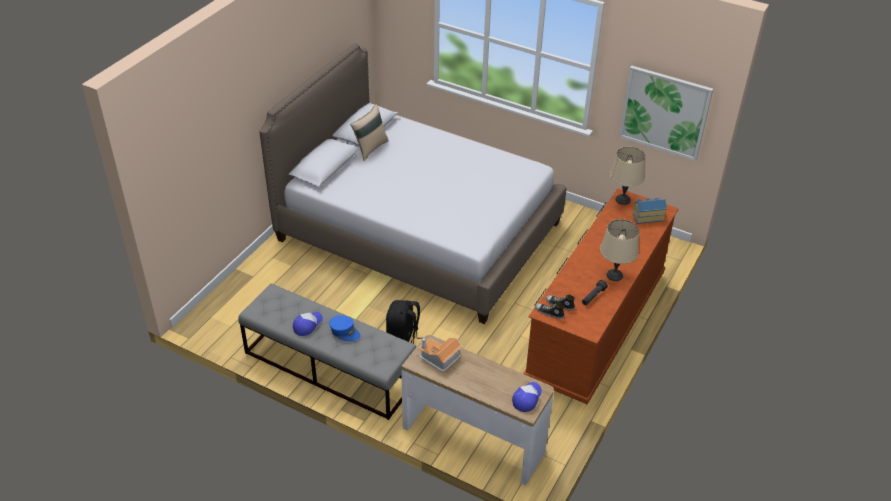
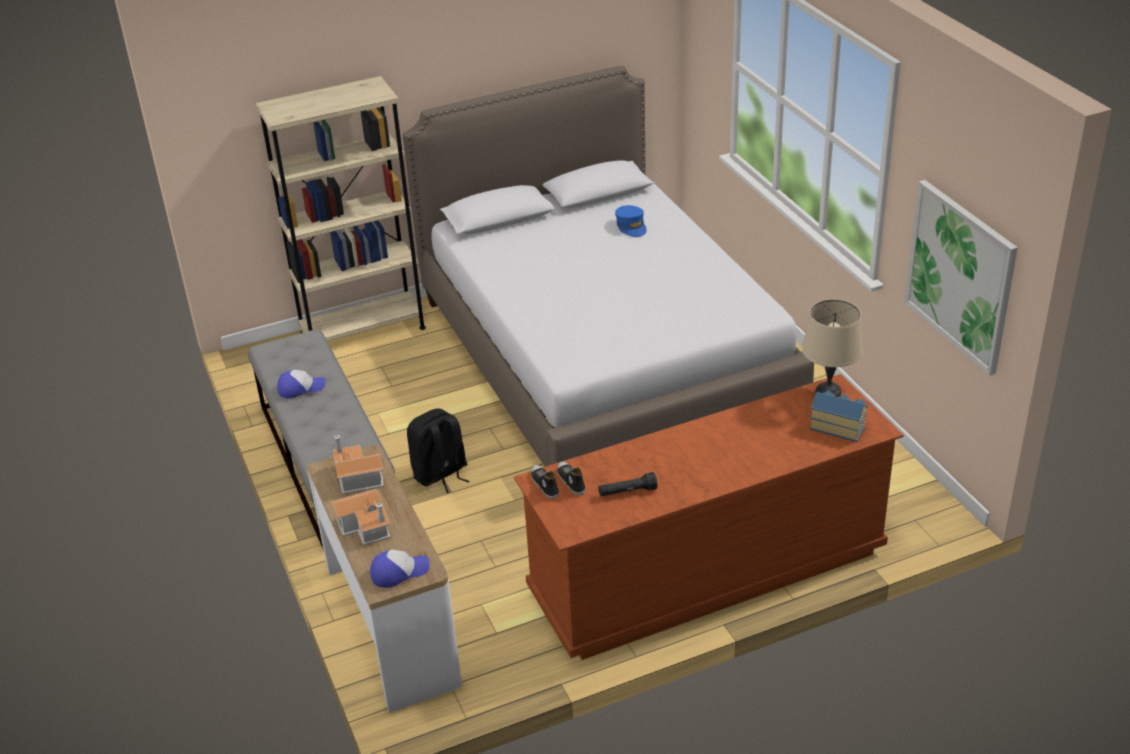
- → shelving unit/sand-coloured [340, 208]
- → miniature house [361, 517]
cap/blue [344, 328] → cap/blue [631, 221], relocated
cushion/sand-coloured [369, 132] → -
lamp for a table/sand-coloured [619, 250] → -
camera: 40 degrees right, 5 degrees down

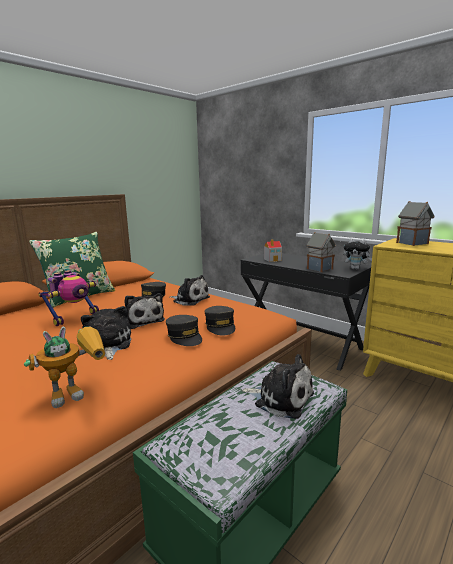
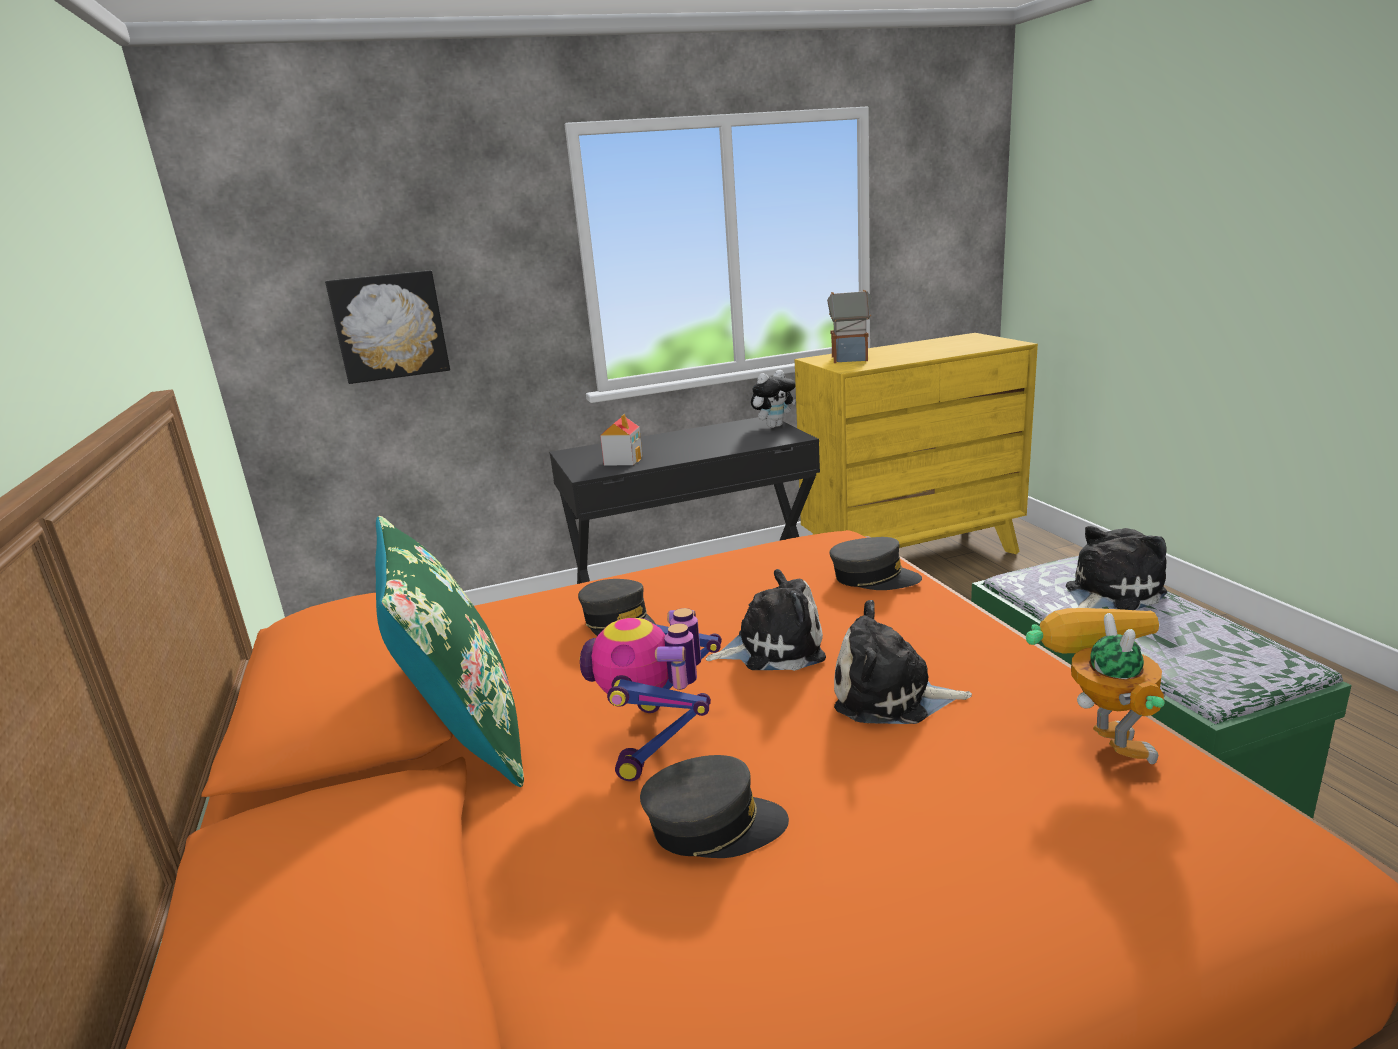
- → wall picture [387, 327]
robot figure [68, 298] → robot figure [651, 694], 150 degrees counterclockwise
cap/greyish [184, 330] → cap/greyish [714, 806], relocated
soft toy [189, 290] → -
miniature house [321, 252] → -
camera: 60 degrees left, 5 degrees up

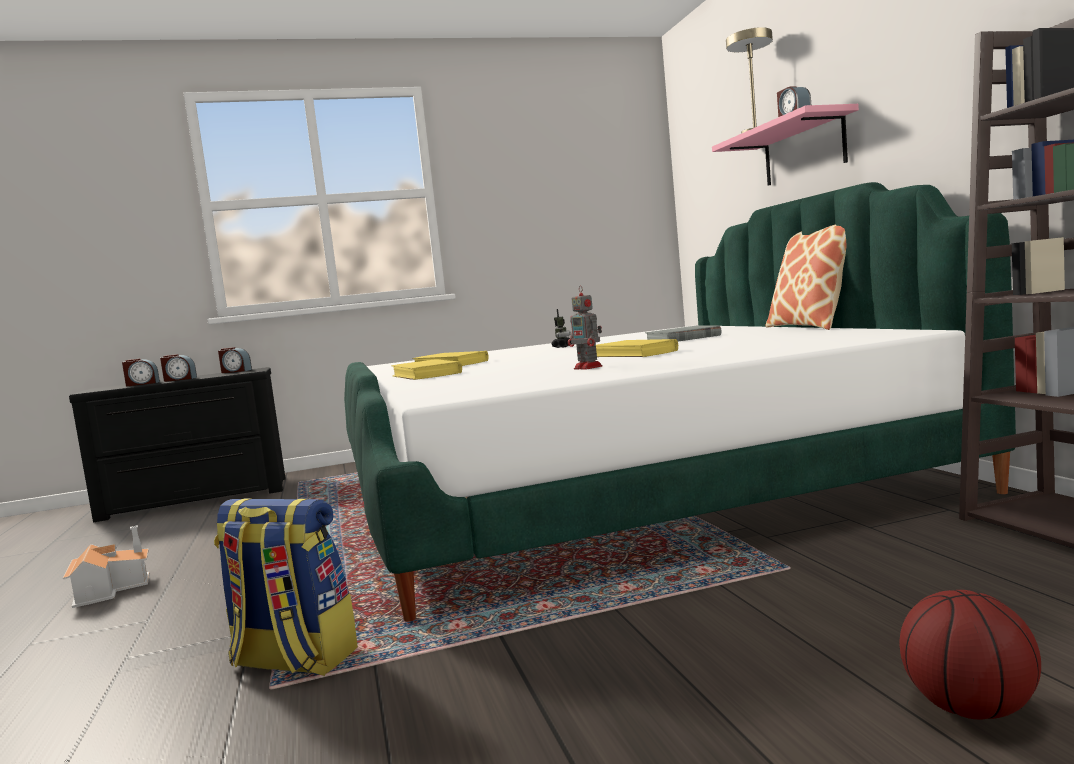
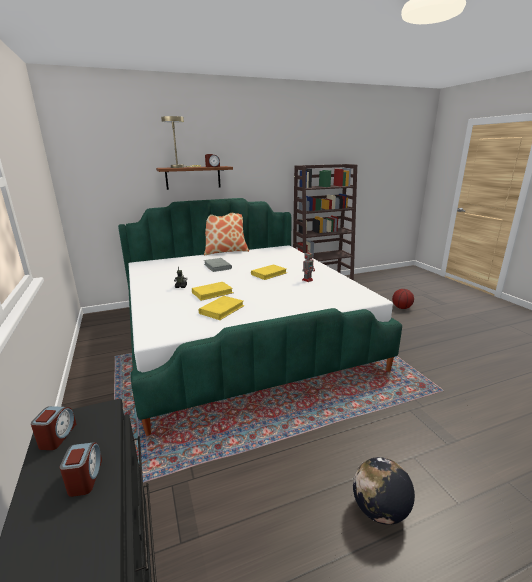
shelf/pink [785, 145] → shelf/brown-coloured [194, 178]
book/yellowish [426, 369] → book/yellowish [213, 291], relocated
miniature house [106, 566] → world globe [384, 491]
alarm clock [141, 372] → -
knapsack [286, 587] → -
camera: 95 degrees left, 15 degrees up

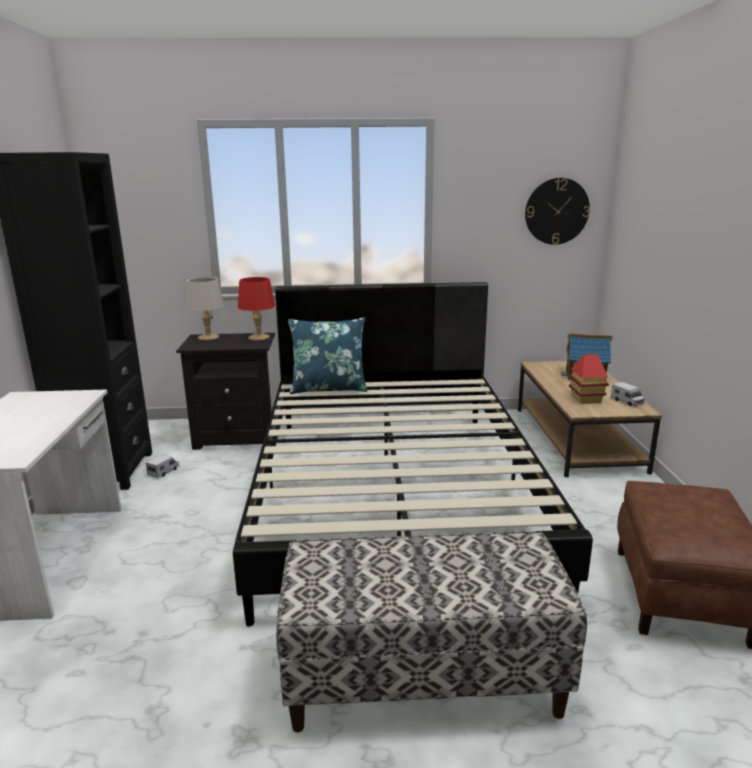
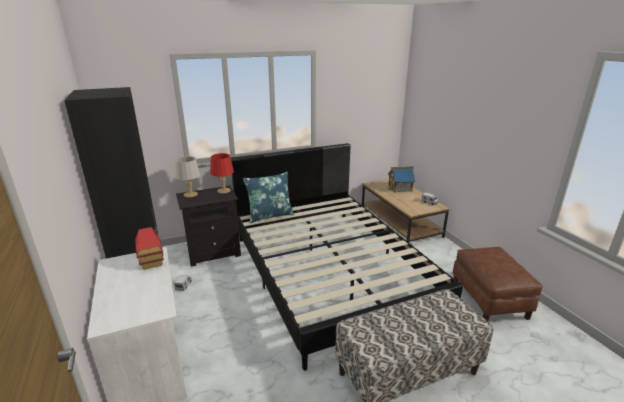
miniature house [589, 379] → miniature house [149, 248], relocated
wall clock [557, 211] → -
camera: 20 degrees left, 5 degrees up

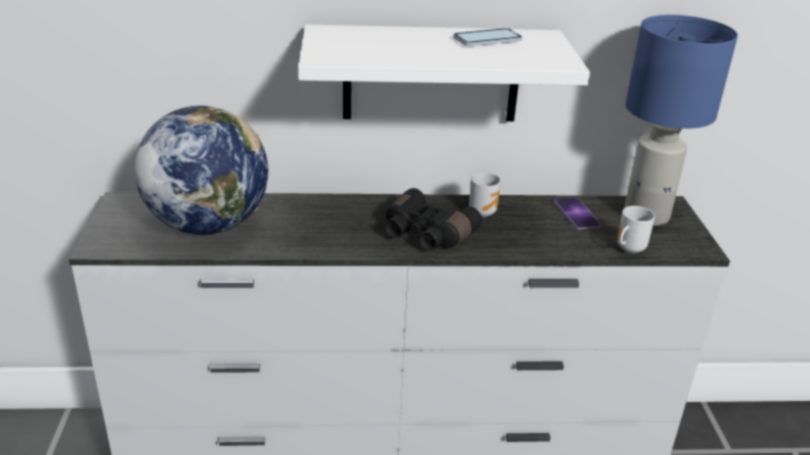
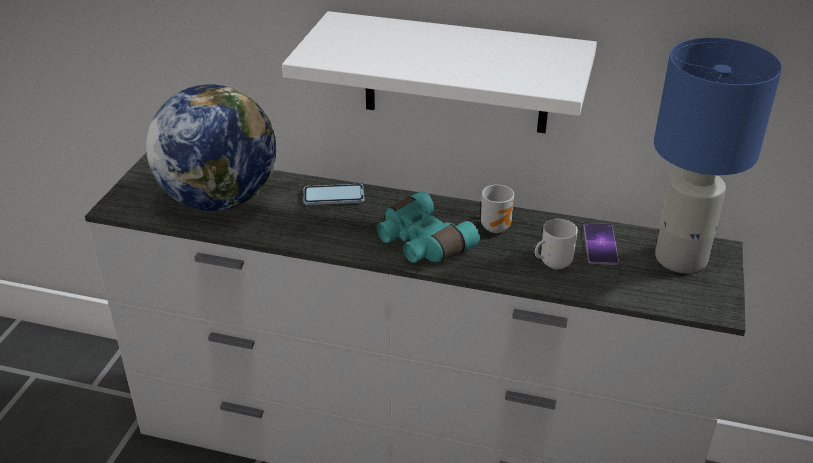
phone [487, 37] → phone [333, 194], relocated
binoculars/blackish [433, 219] → binoculars/turquoise [428, 227]
mug [636, 230] → mug [556, 244], relocated
camera: 20 degrees right, 5 degrees up

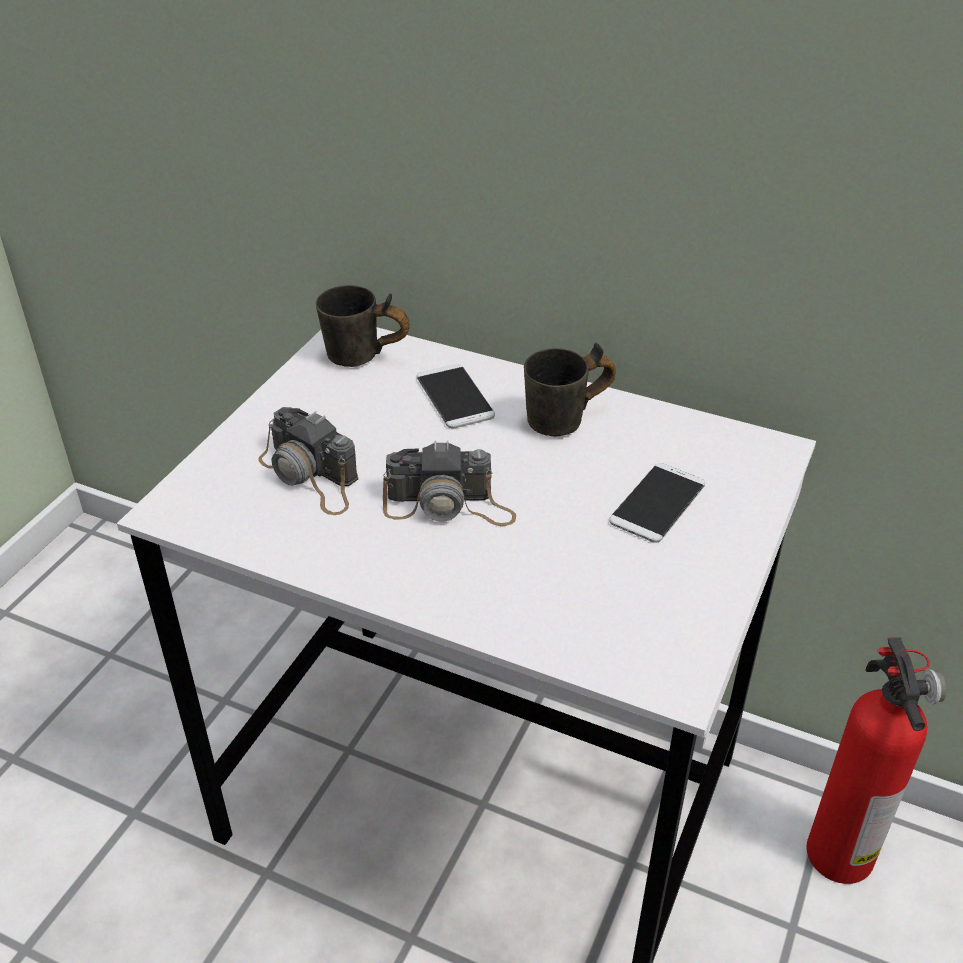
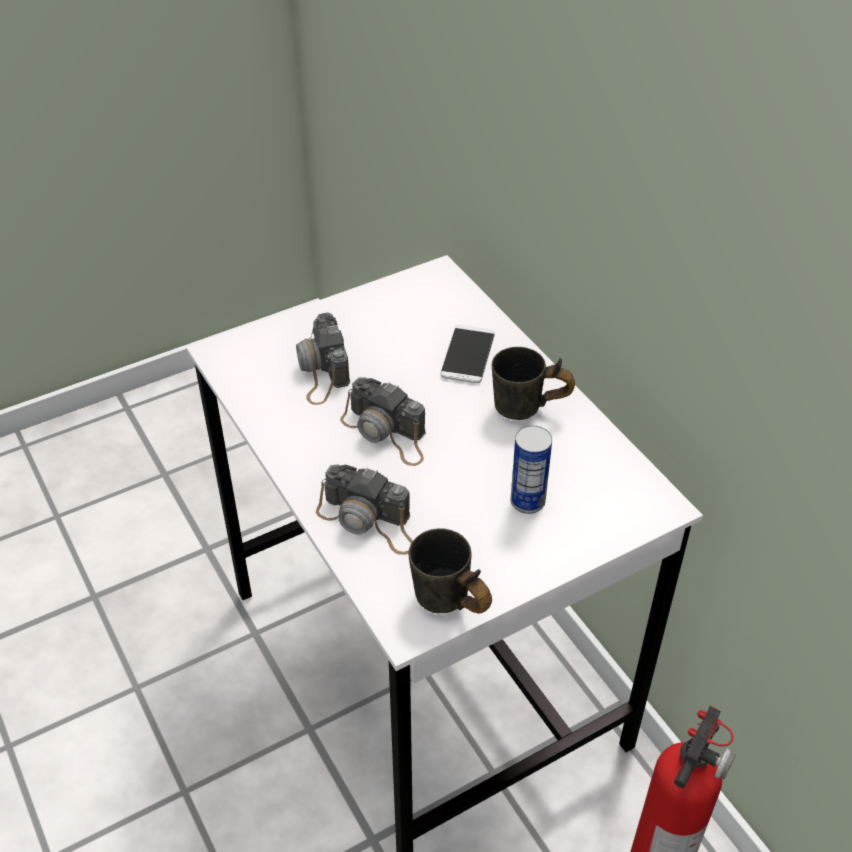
- → photo camera [364, 509]
mug/greyish [363, 326] → mug/greyish [450, 571], relocated
phone [657, 503] → can [531, 470]
camera: 35 degrees right, 5 degrees up

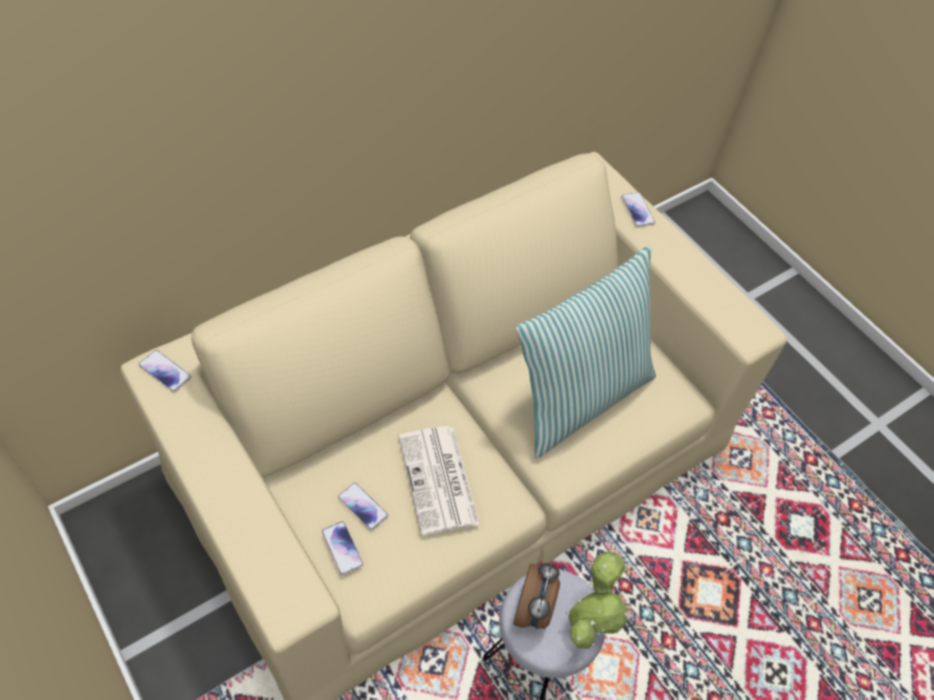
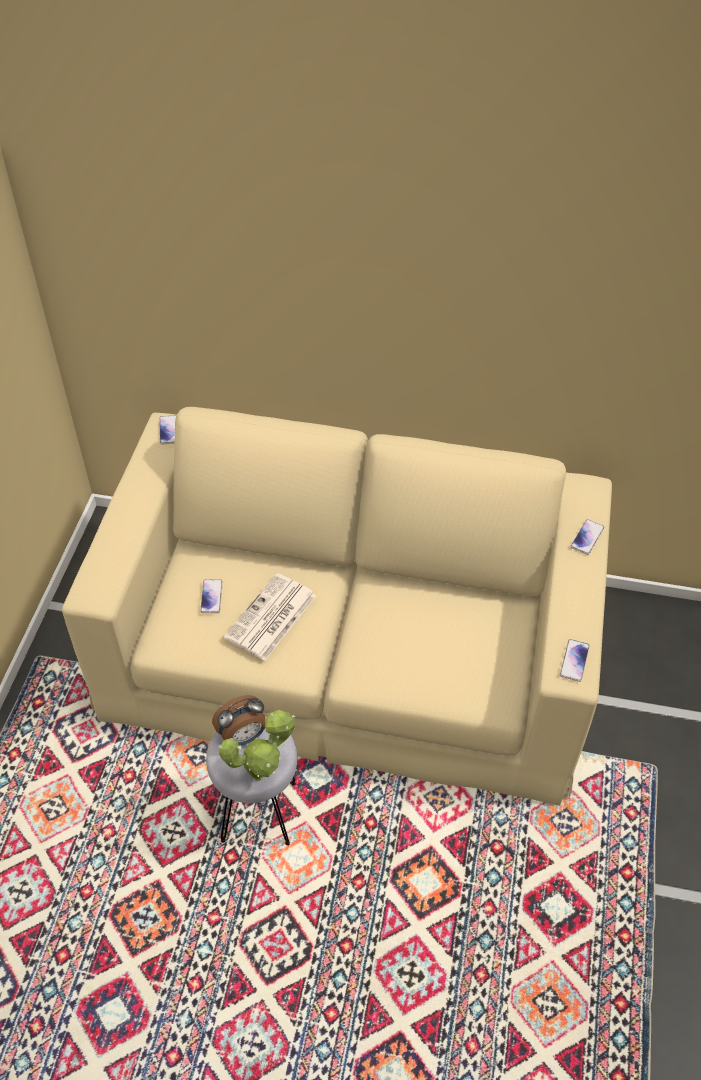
phone [342, 548] → phone [575, 660], relocated
cushion [586, 352] → -
camera: 50 degrees right, 5 degrees down

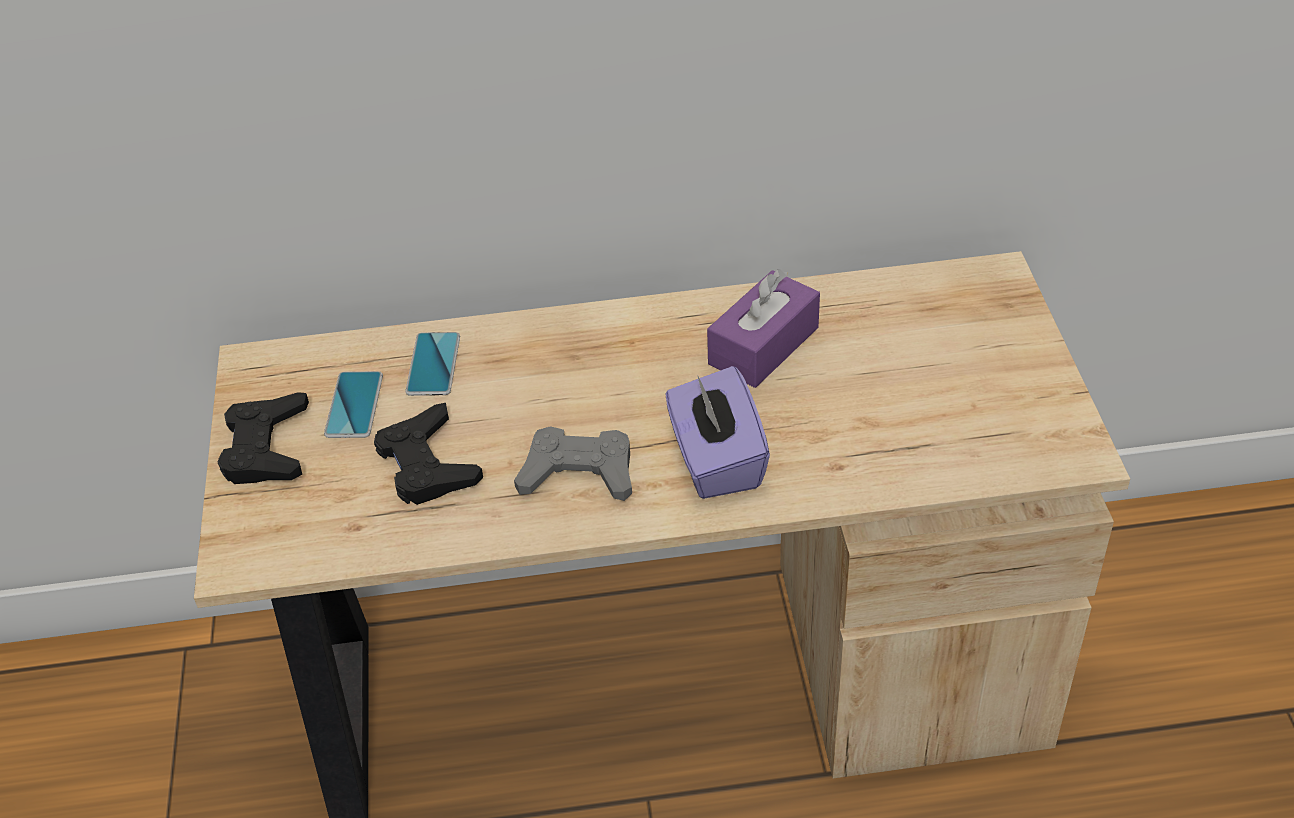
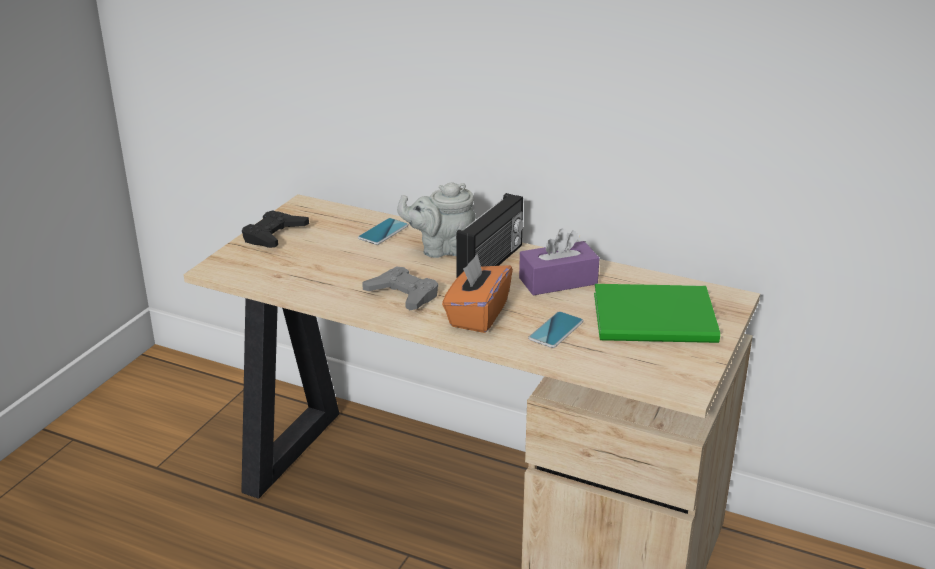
- → teapot/greyish [436, 220]
box of tissues/purple [718, 432] → box of tissues/orange [477, 293]
- → radio receiver [489, 235]
phone [353, 404] → phone [556, 329], relocated
- → book/green [657, 313]
game controller/blackish [428, 454] → -
camera: 30 degrees right, 15 degrees down

